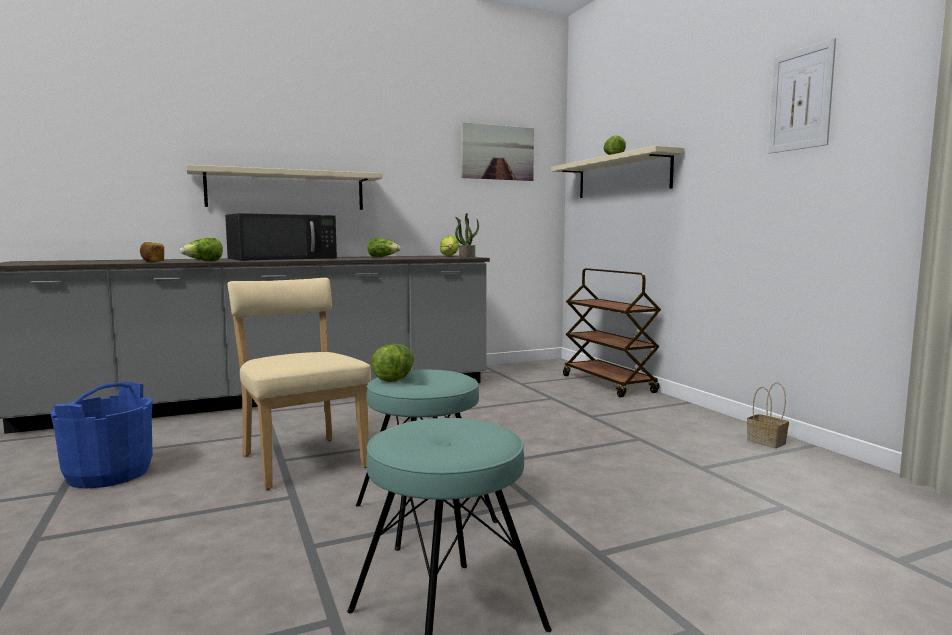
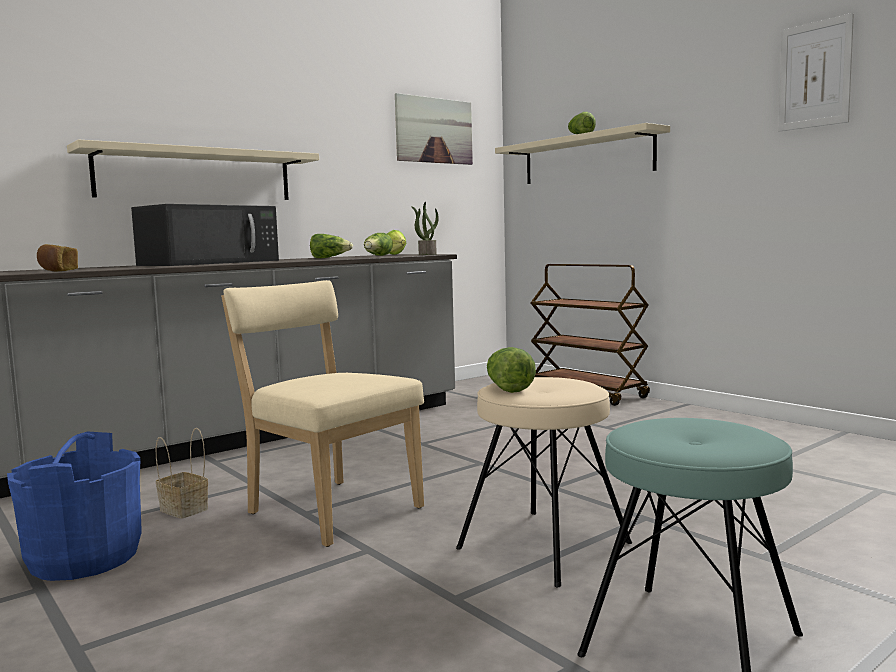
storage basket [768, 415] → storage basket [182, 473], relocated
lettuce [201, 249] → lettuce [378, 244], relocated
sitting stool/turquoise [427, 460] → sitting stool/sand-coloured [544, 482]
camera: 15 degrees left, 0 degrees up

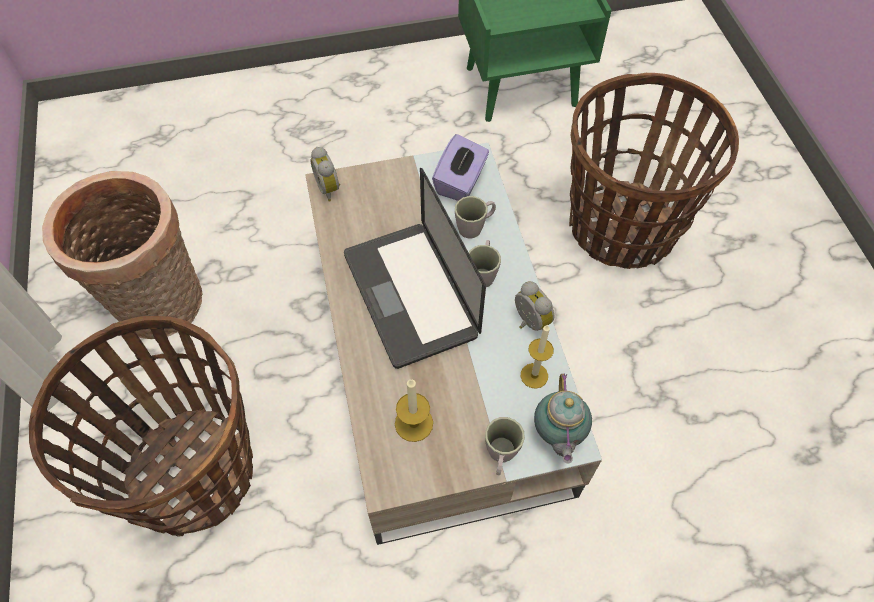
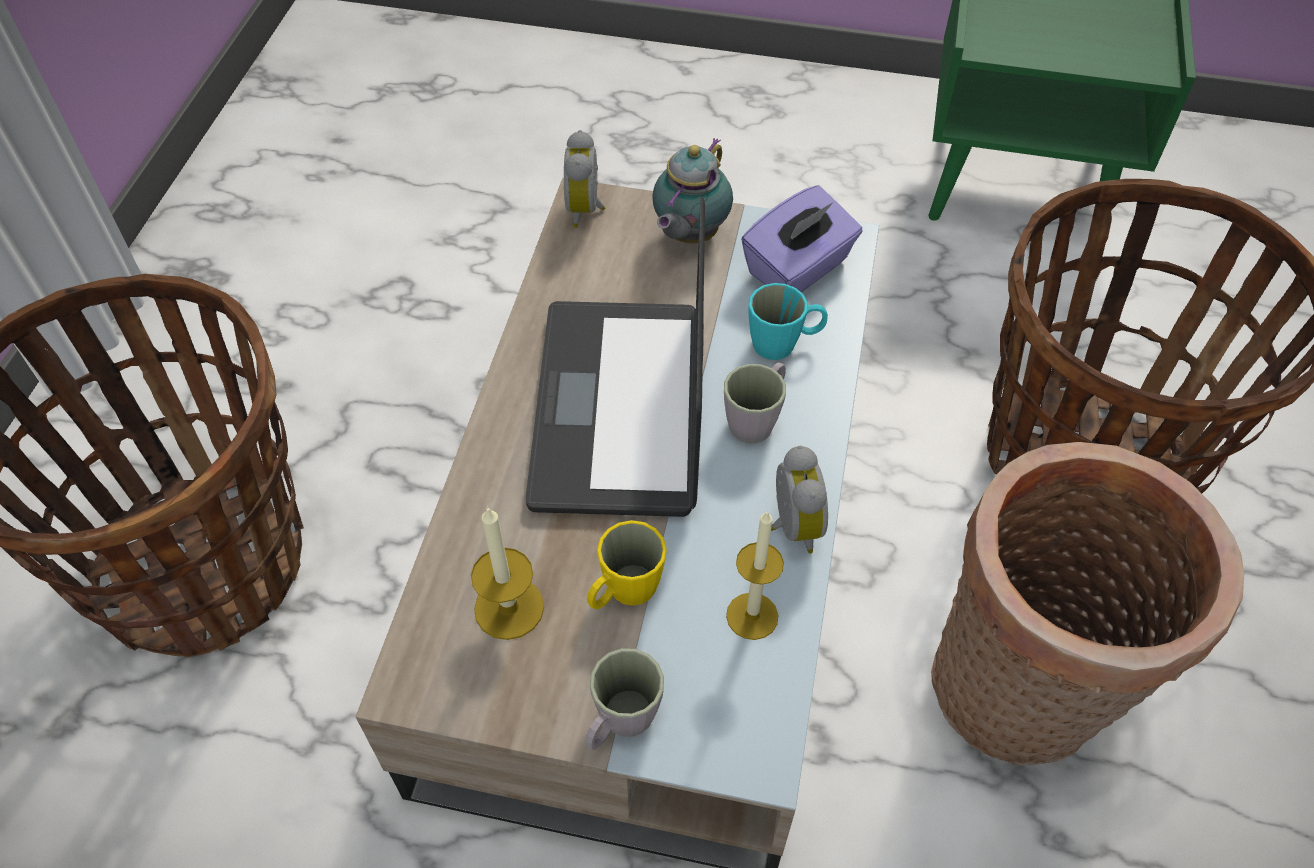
- → mug/yellowish [627, 564]
teapot [563, 419] → teapot [693, 190], relocated
mug/greyish [475, 217] → mug/turquoise [788, 321]
storage basket [122, 255] → storage basket [1087, 603], relocated
camera: 25 degrees right, 5 degrees down

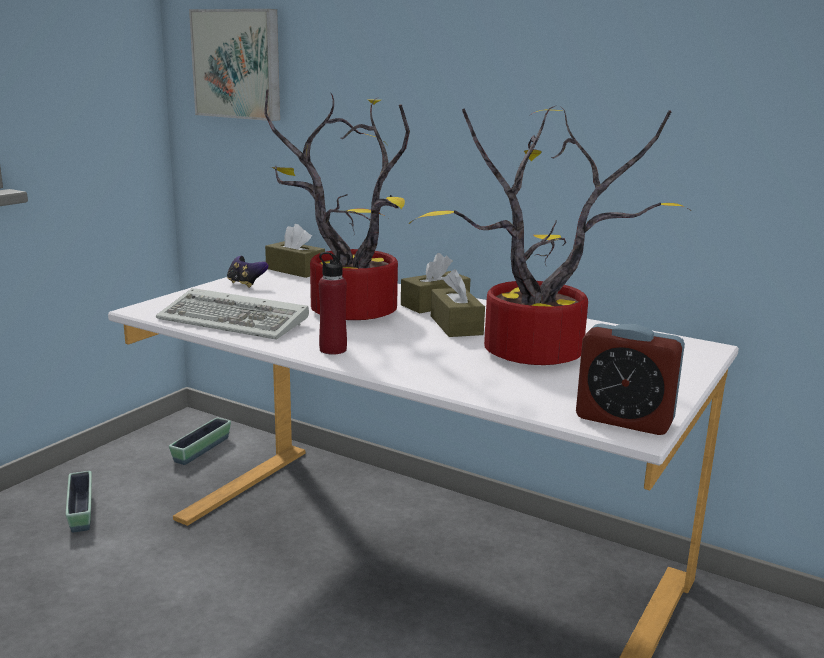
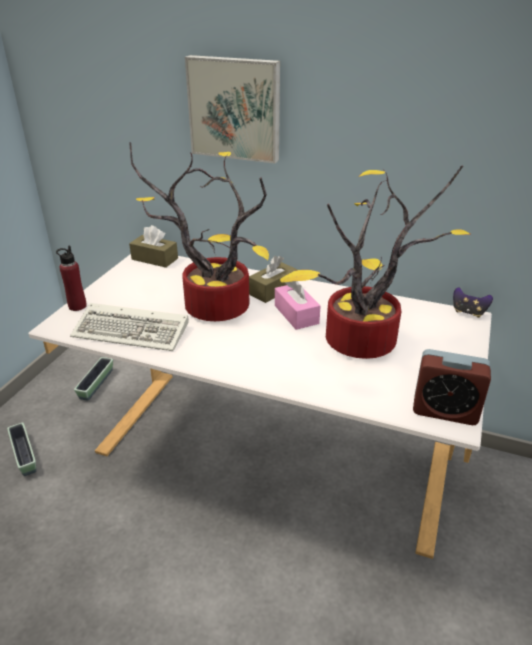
drink bottle/reddish [333, 302] → drink bottle/reddish [71, 278], relocated
wall picture [234, 65] → wall picture [232, 109], relocated
box of tissues/brown-coloured [458, 303] → box of tissues/pink [298, 305]
game controller [248, 272] → game controller [473, 302], relocated
camera: 10 degrees left, 15 degrees up

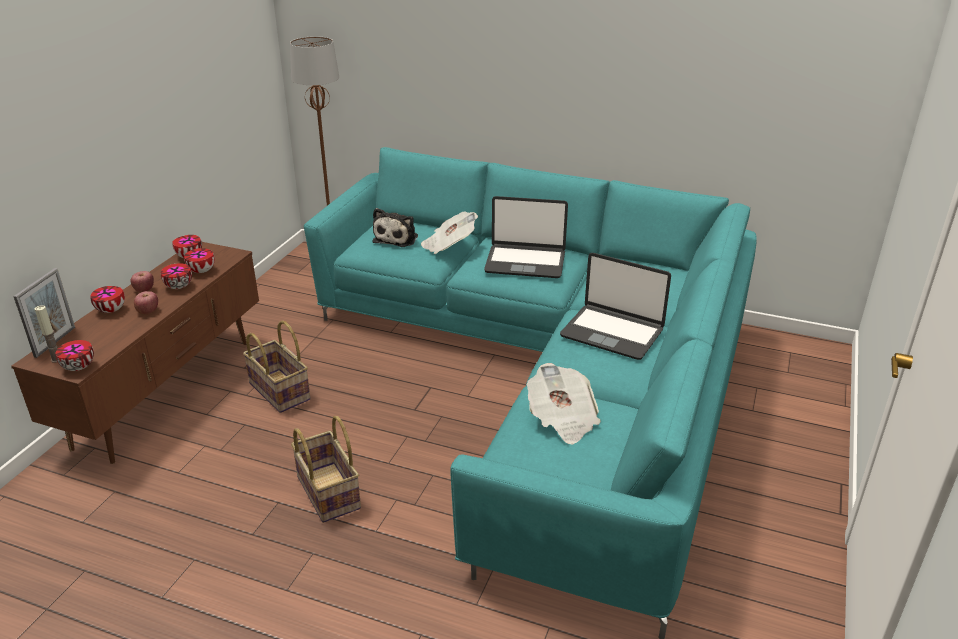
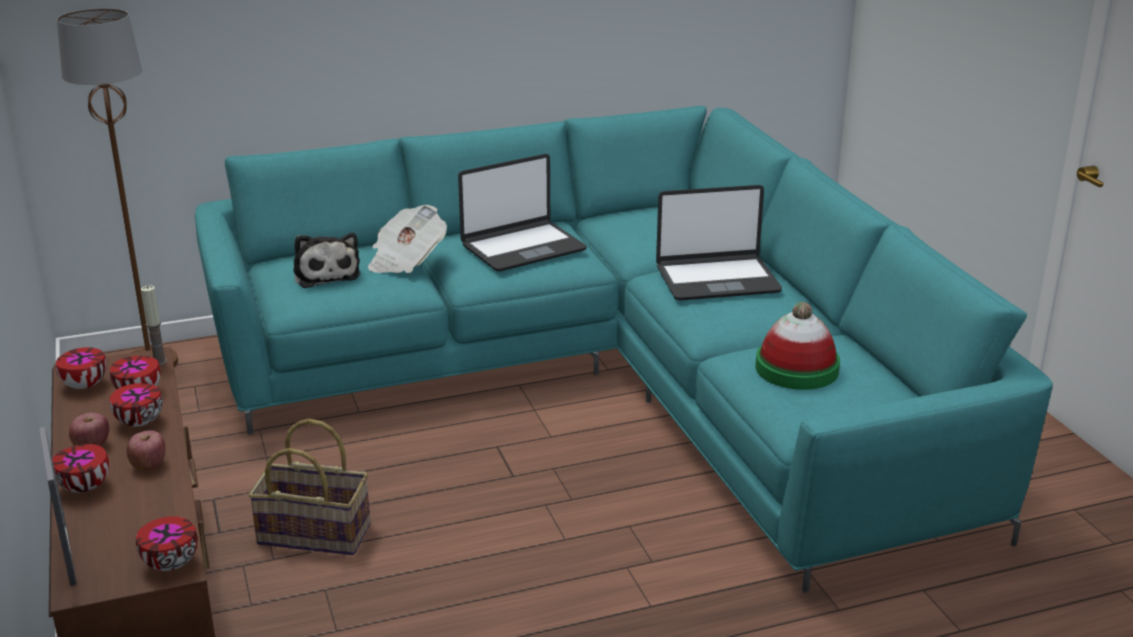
candle [46, 334] → candle [154, 325], relocated
daily paper [564, 404] → wearable hat [798, 346]
storage basket [326, 469] → -
camera: 40 degrees left, 5 degrees down

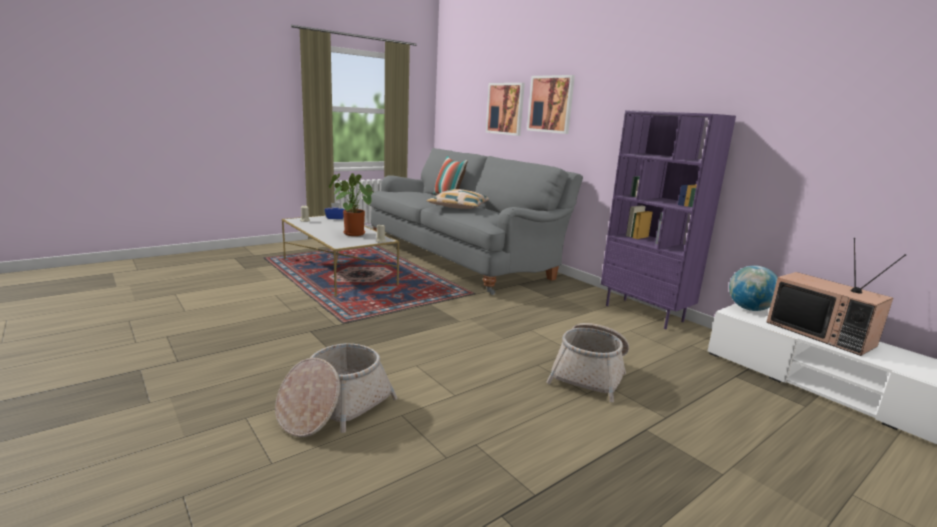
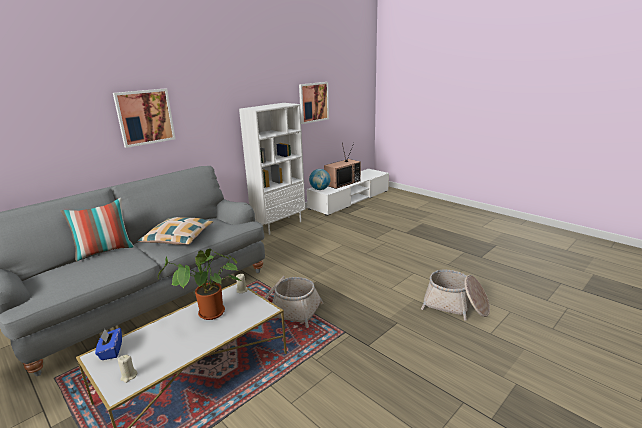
shelving unit/purple [668, 219] → shelving unit/white [272, 169]
storage basket [587, 362] → storage basket [293, 302], relocated
wall picture [505, 109] → wall picture [314, 103], relocated
camera: 95 degrees left, 5 degrees up

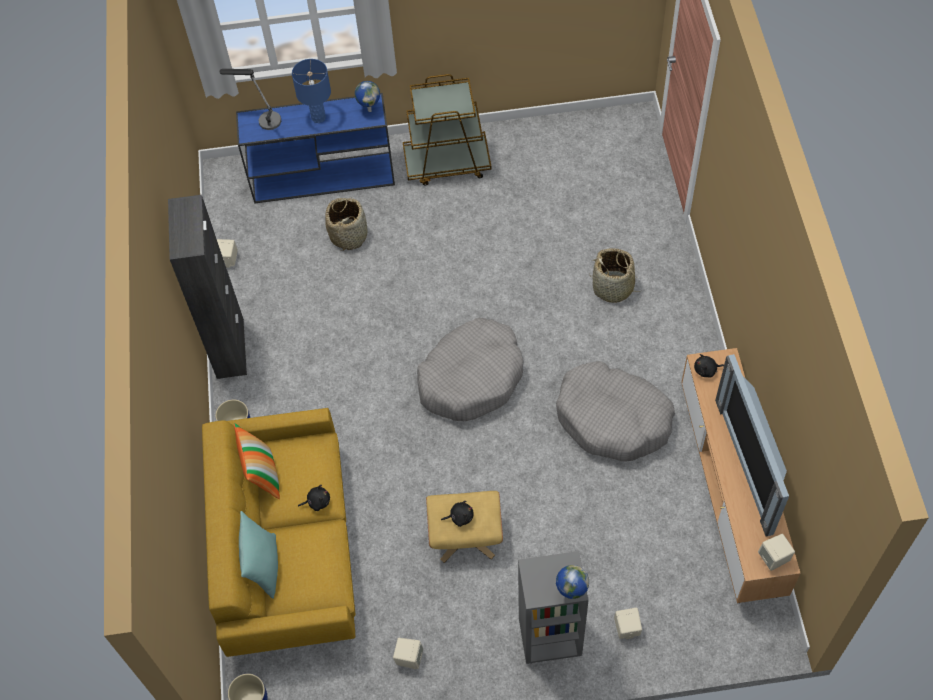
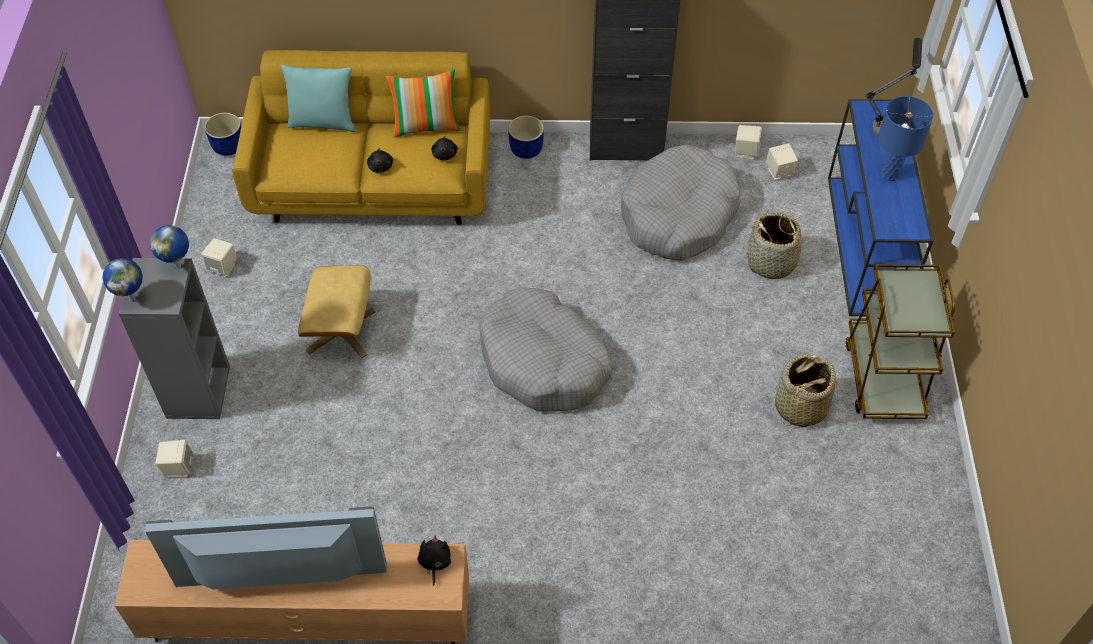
world globe [367, 96] → world globe [169, 247], relocated
soft toy/blackish [457, 514] → soft toy/blackish [445, 148], relocated
pet bed/greyish [615, 411] → pet bed/greyish [680, 203], relocated
speaker/sand-coloured [776, 552] → speaker/sand-coloured [782, 161], relocated
storage basket [616, 275] → storage basket [805, 390], relocated
camera: 95 degrees right, 5 degrees down

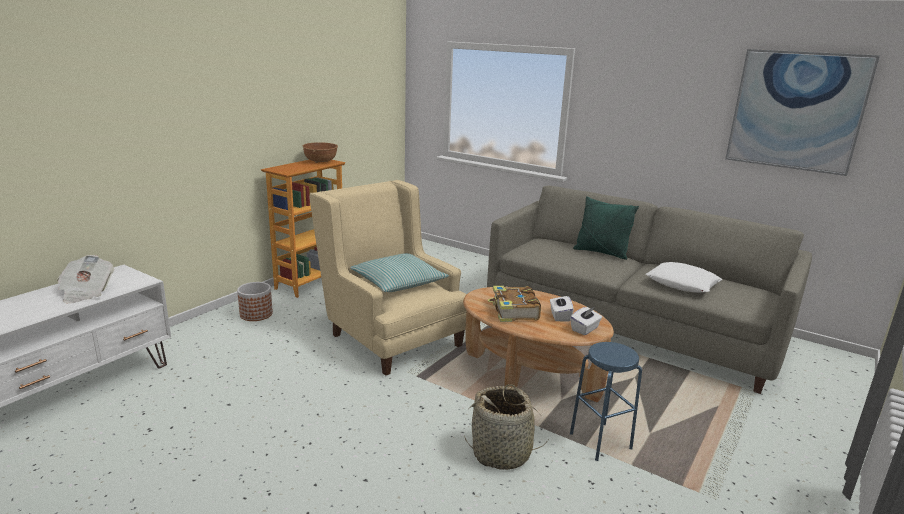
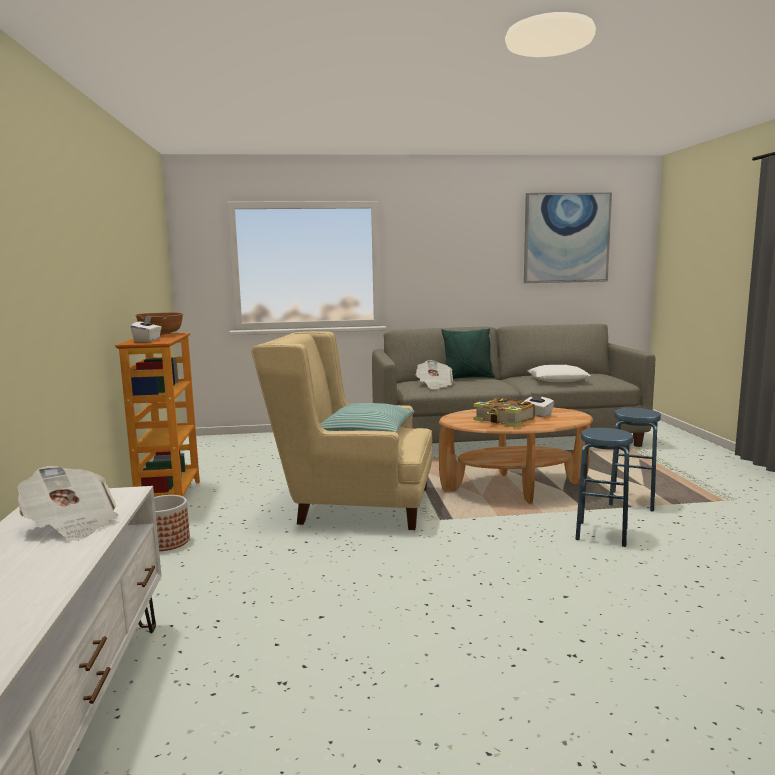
box of tissues/white [586, 321] → box of tissues/white [146, 329], relocated
- → daily paper [434, 374]
storage basket [506, 427] → sitting stool/blue [604, 487]
camera: 40 degrees left, 10 degrees down

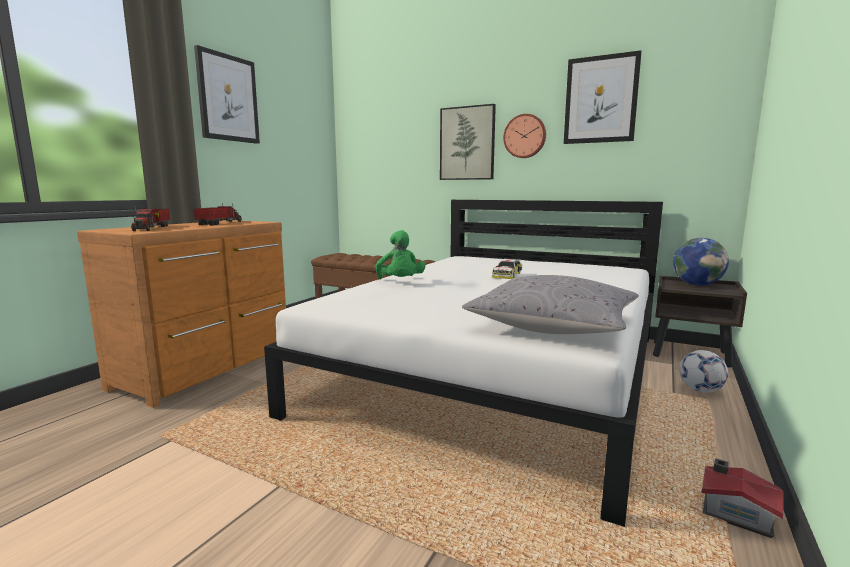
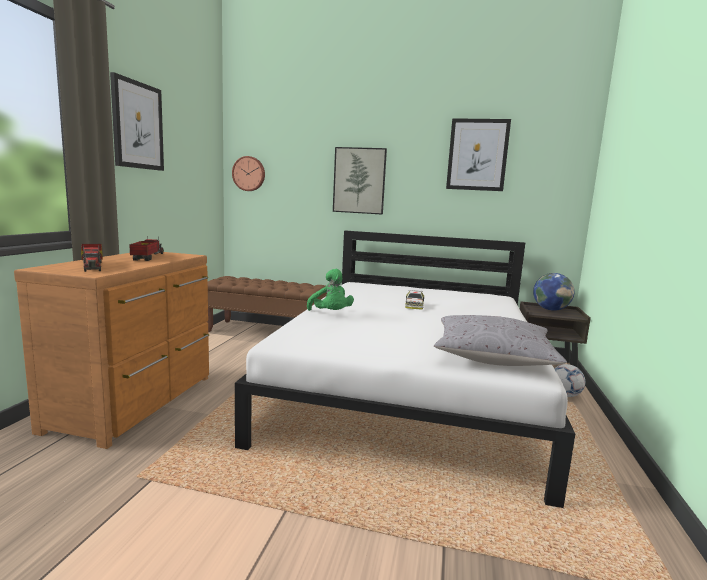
wall clock [524, 136] → wall clock [248, 173], relocated
miniature house [742, 498] → -
camera: 15 degrees left, 0 degrees up

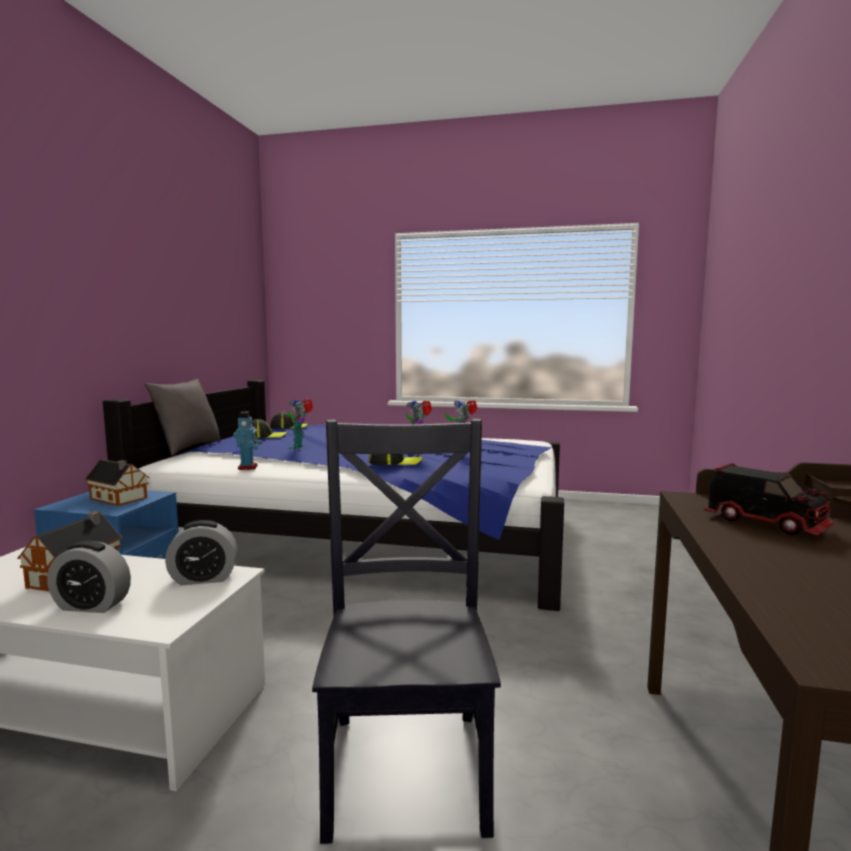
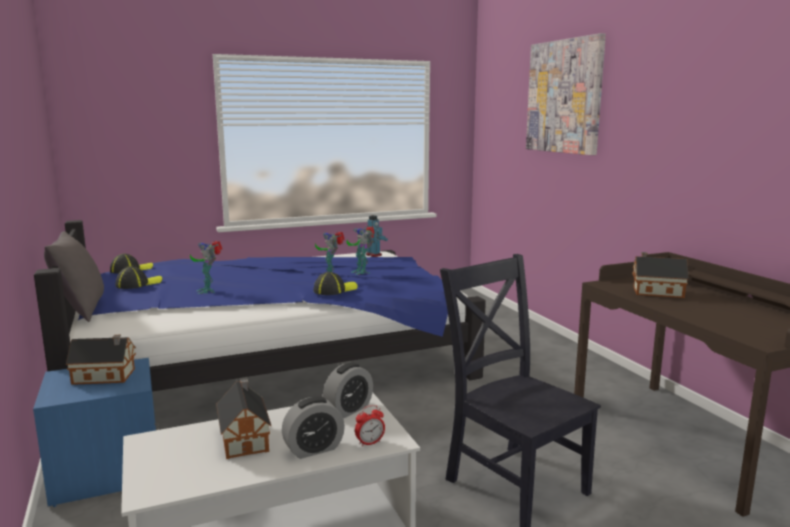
- → alarm clock [370, 426]
robot figure [247, 441] → robot figure [376, 236], relocated
- → wall picture [566, 94]
model truck [769, 499] → miniature house [660, 275]
camera: 35 degrees left, 5 degrees up

